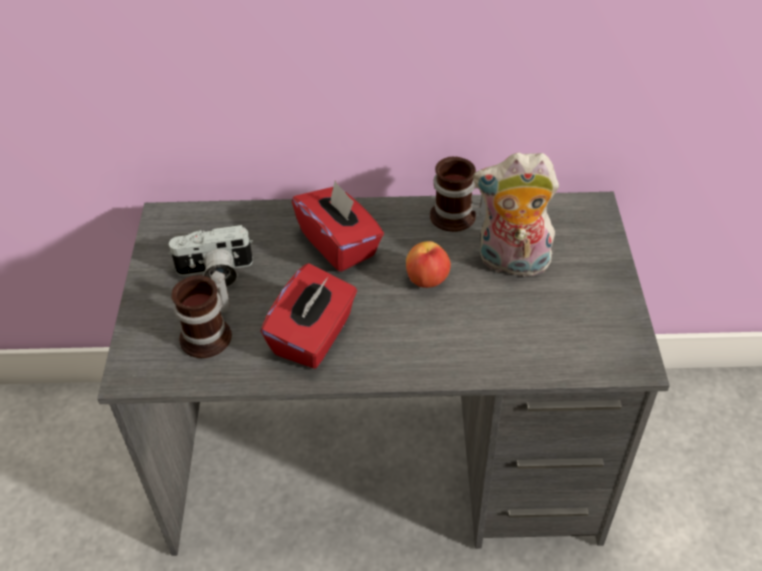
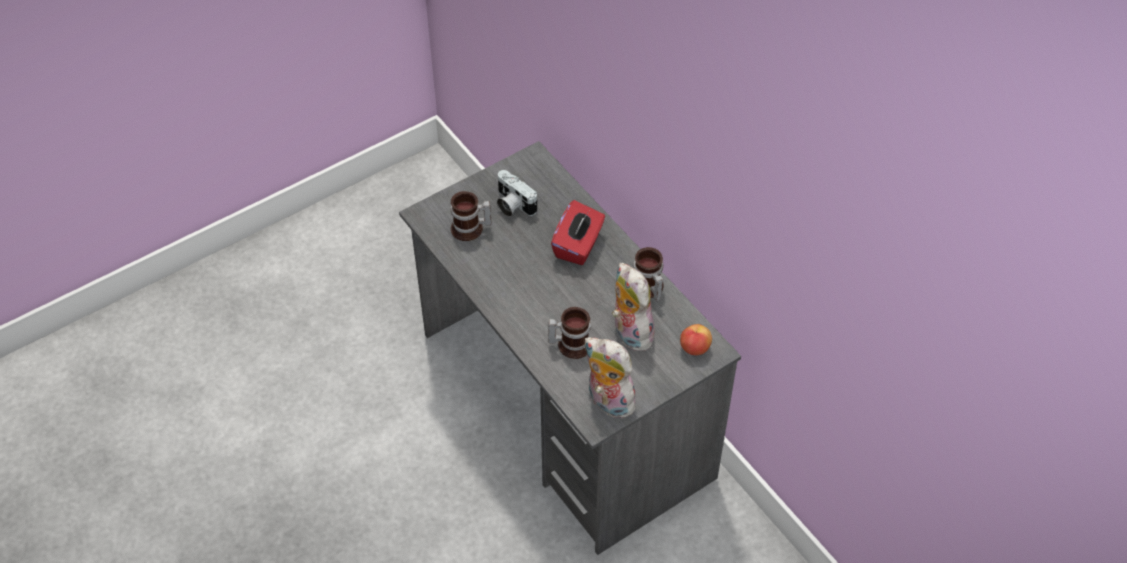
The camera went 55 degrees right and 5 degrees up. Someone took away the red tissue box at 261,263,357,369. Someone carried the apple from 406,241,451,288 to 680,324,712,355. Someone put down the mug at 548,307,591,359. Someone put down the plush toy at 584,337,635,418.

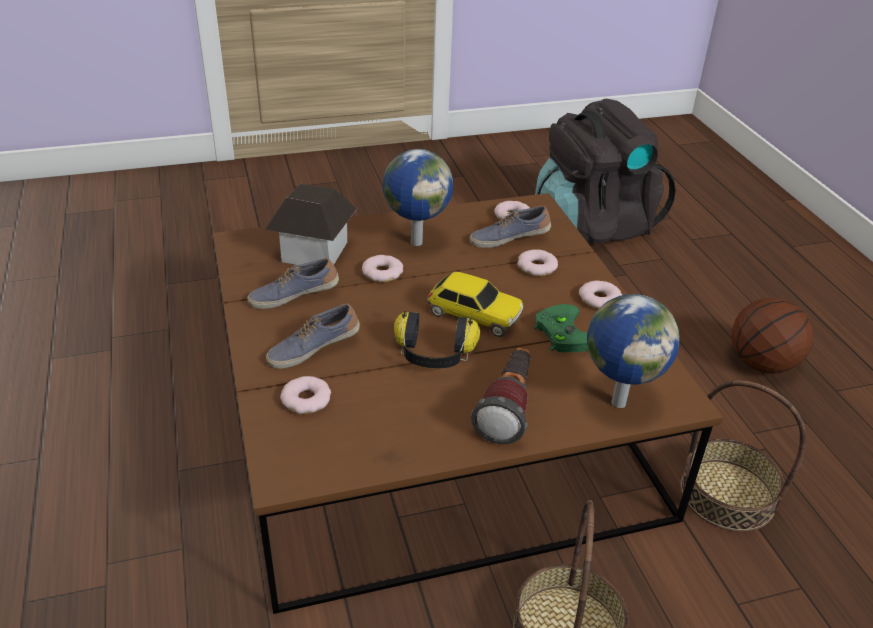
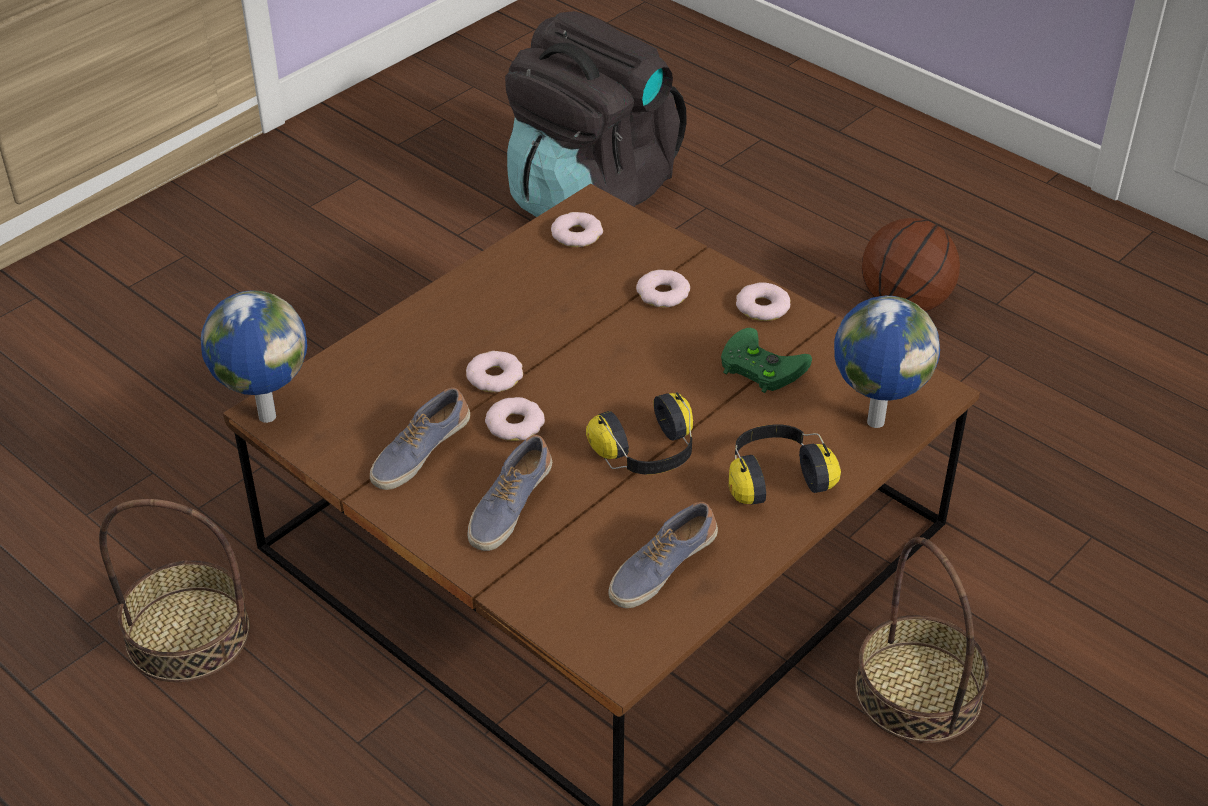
The camera went 30 degrees left and 5 degrees up. Someone took away the toy house at 265,184,357,265. Someone carried the donut from 280,376,331,414 to 485,397,545,441. Someone carried the globe from 383,149,453,246 to 201,290,307,423. Someone took away the toy car at 427,272,523,337. Someone carried the shoe from 469,206,551,248 to 608,502,718,608. Someone swapped the flashlight at 471,348,531,444 for the headphones at 729,424,841,505. Someone carried the basket from 680,380,806,532 to 99,499,250,682.

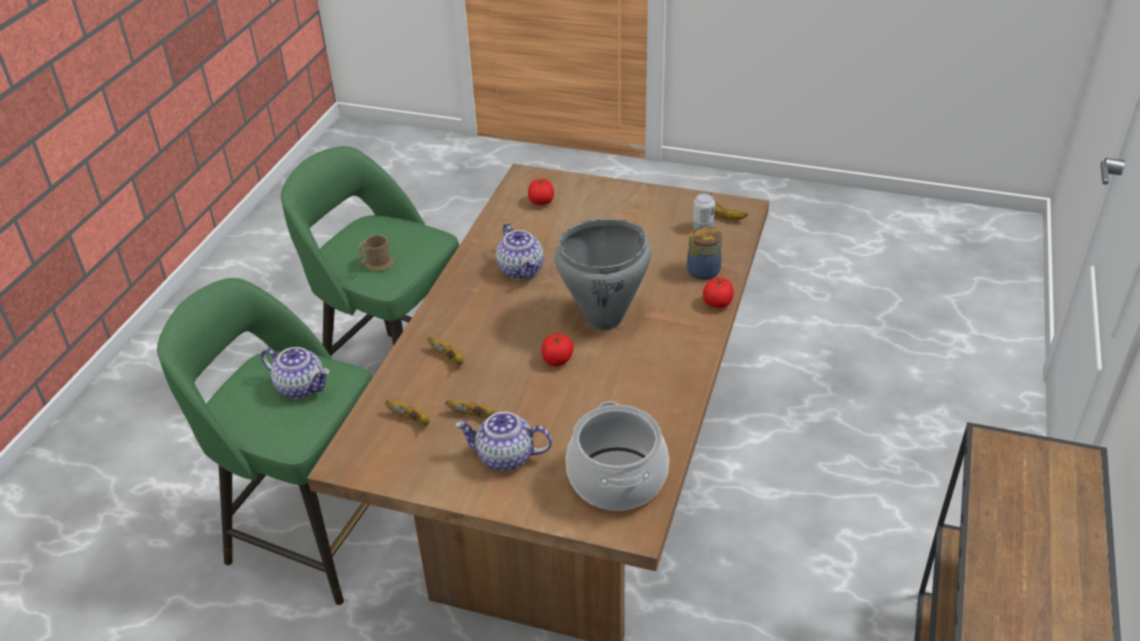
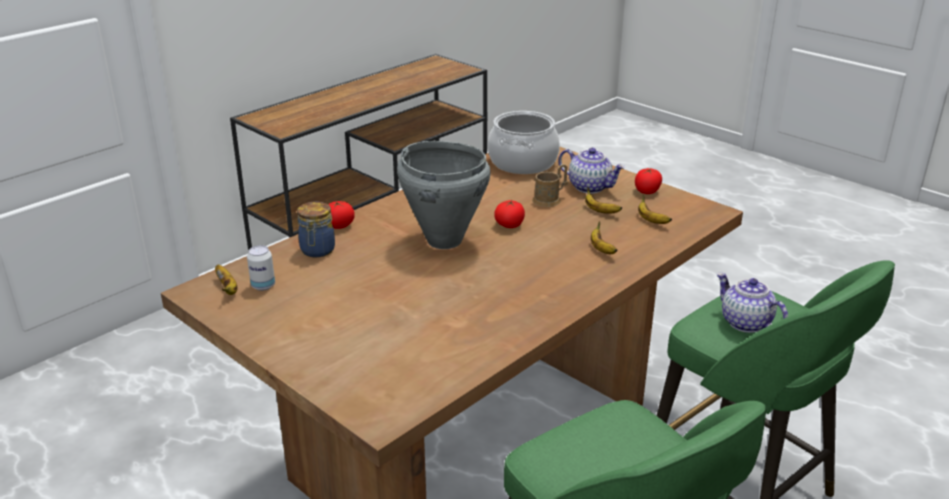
The camera went 155 degrees left and 10 degrees down. Someone carried the brown mug from 359,235,393,271 to 532,164,568,207. Someone took away the teapot at 496,223,544,279. Someone carried the tomato from 528,179,554,205 to 635,168,662,194.

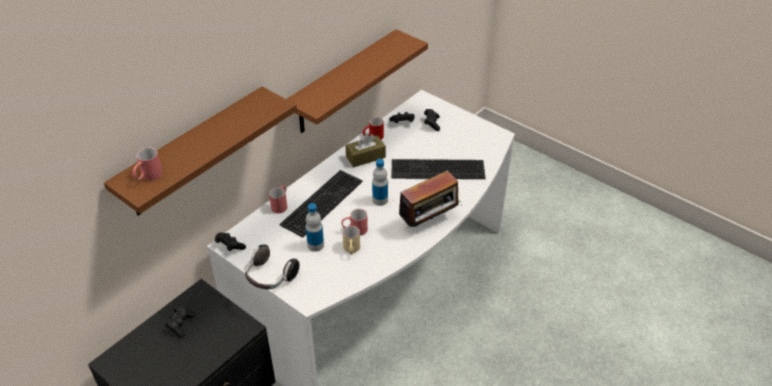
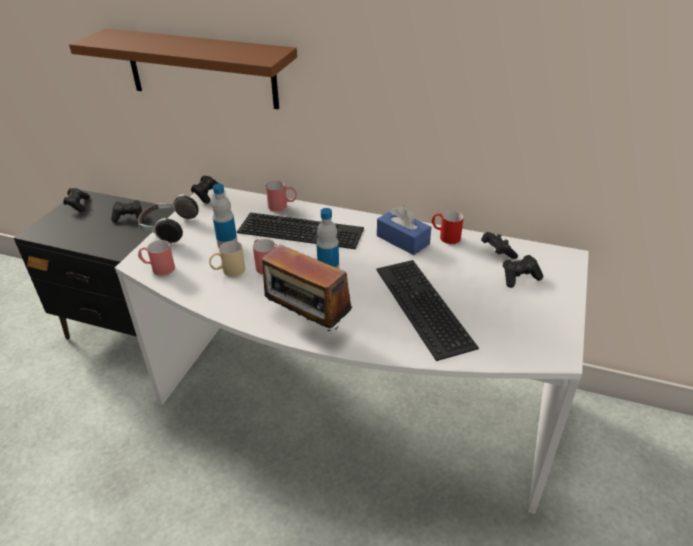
The camera went 70 degrees right and 5 degrees down. Someone carried the red mug from 132,147,163,180 to 138,240,175,276. Someone took away the brown shelf at 287,29,428,133. Someone repainted the brown tissue box at 346,134,386,167, which became the blue tissue box at 377,205,431,255. Someone put down the black game controller at 63,188,90,212.

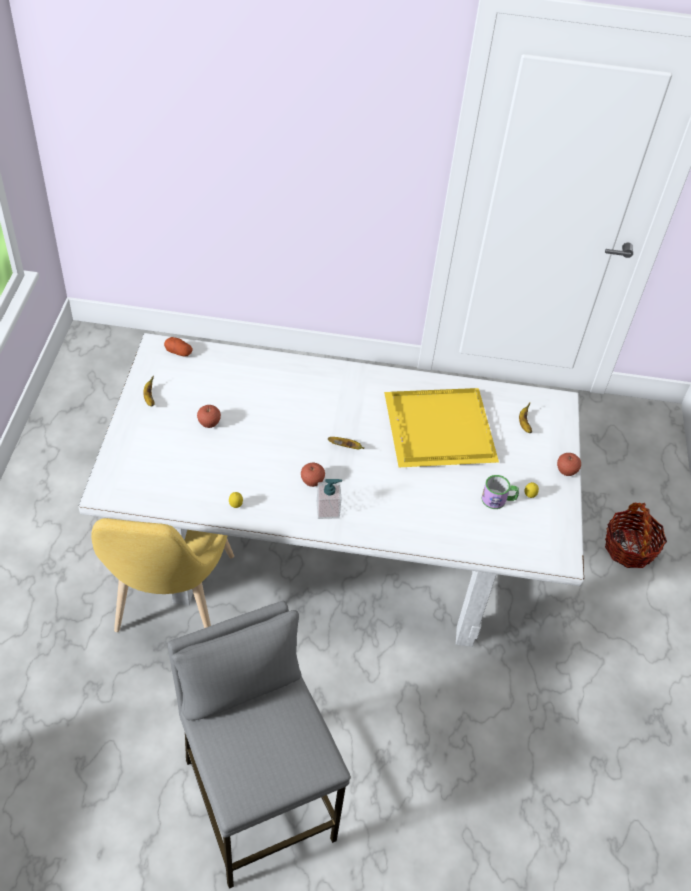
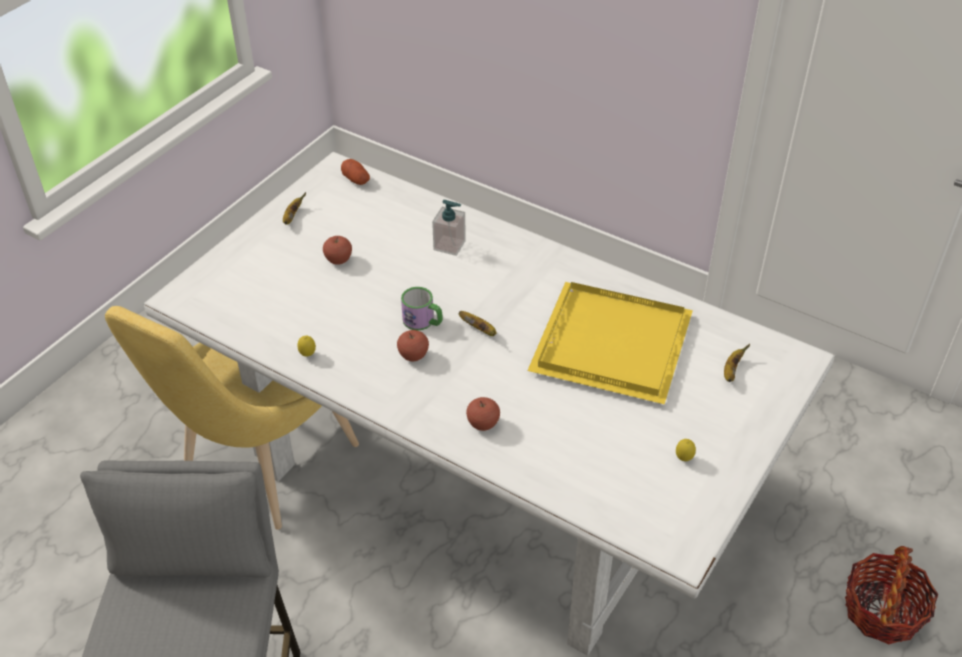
The camera went 30 degrees right and 5 degrees down. Someone carried the soap dispenser from 317,479,342,519 to 432,200,466,256. Someone carried the mug from 481,475,519,509 to 401,287,443,331. Someone carried the apple from 557,453,581,476 to 466,397,500,431.

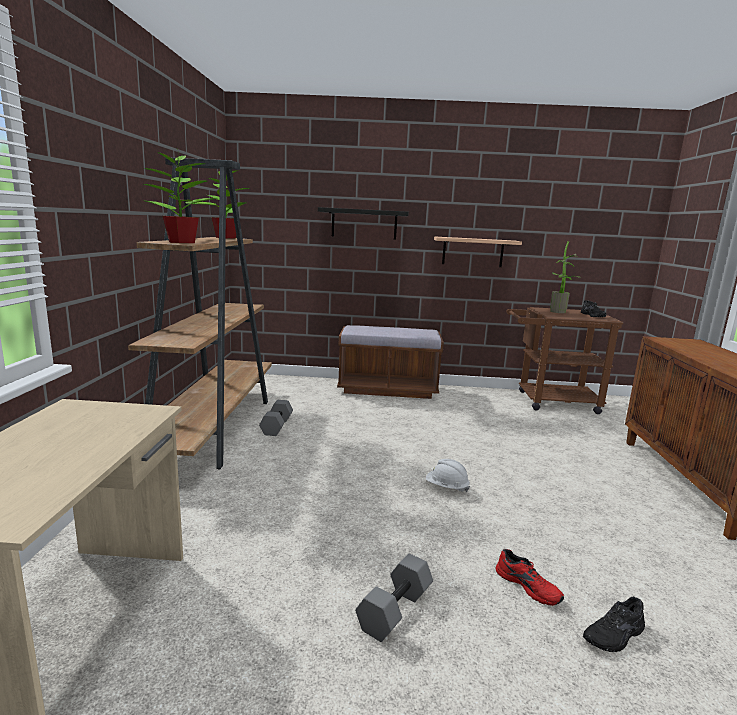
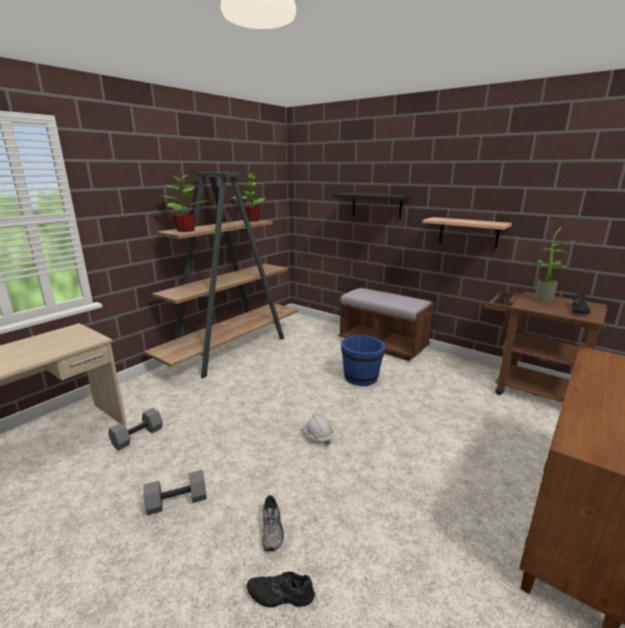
The camera went 35 degrees right and 5 degrees up. Someone carried the grey dumbbell from 259,400,293,436 to 108,408,163,451. Someone repainted the red shoe at 496,549,564,606, which became the grey shoe at 262,495,284,551. Someone put down the blue bucket at 341,335,385,386.

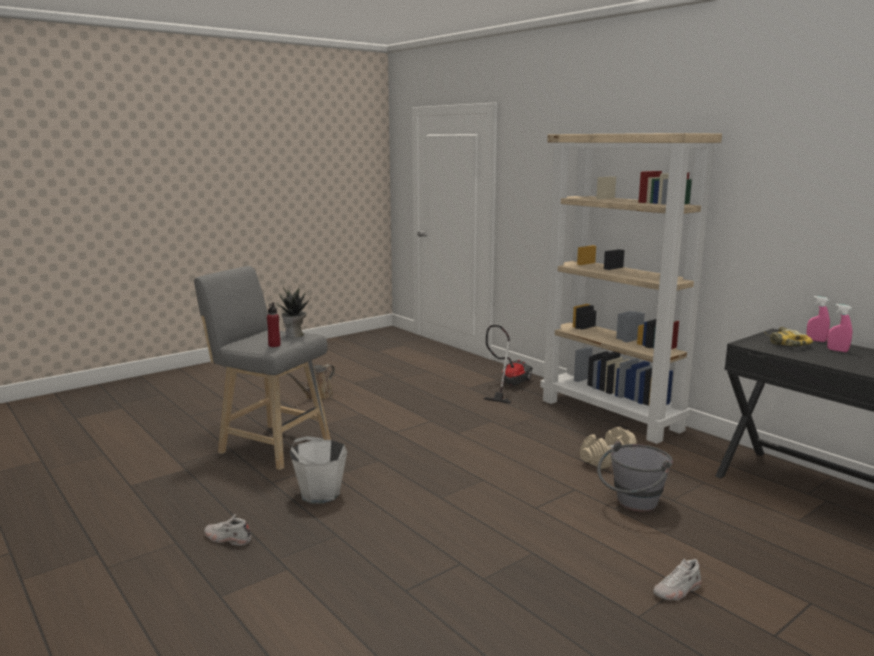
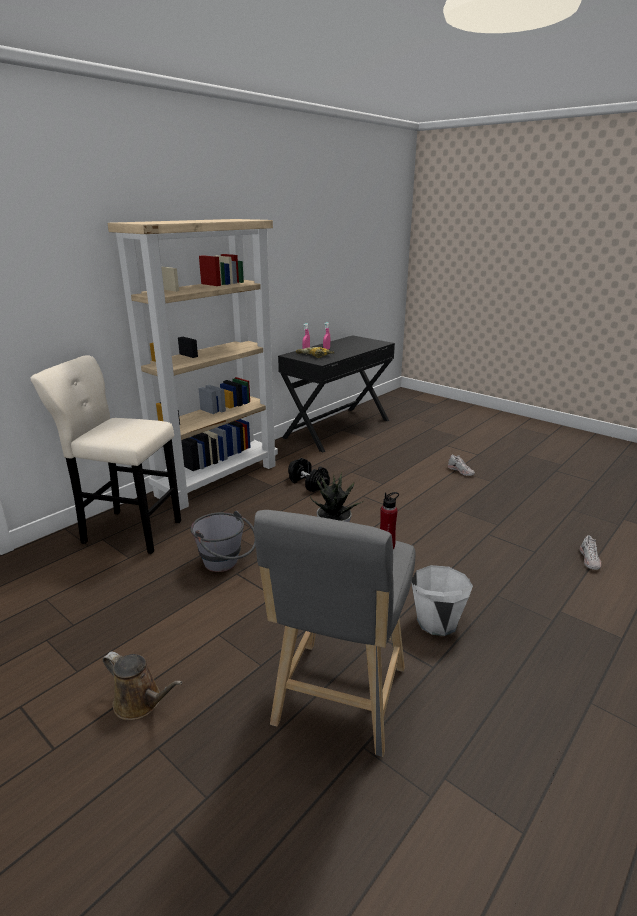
The camera went 100 degrees left and 10 degrees up. Someone carried the white shoe from 205,514,251,546 to 580,535,601,570. Someone swapped the vacuum cleaner at 484,325,533,403 for the beige stool at 30,355,181,554. Someone repainted the beige dumbbell at 580,427,637,469, which became the black dumbbell at 288,458,330,492. Someone carried the grey bucket from 597,441,673,512 to 191,511,256,572.

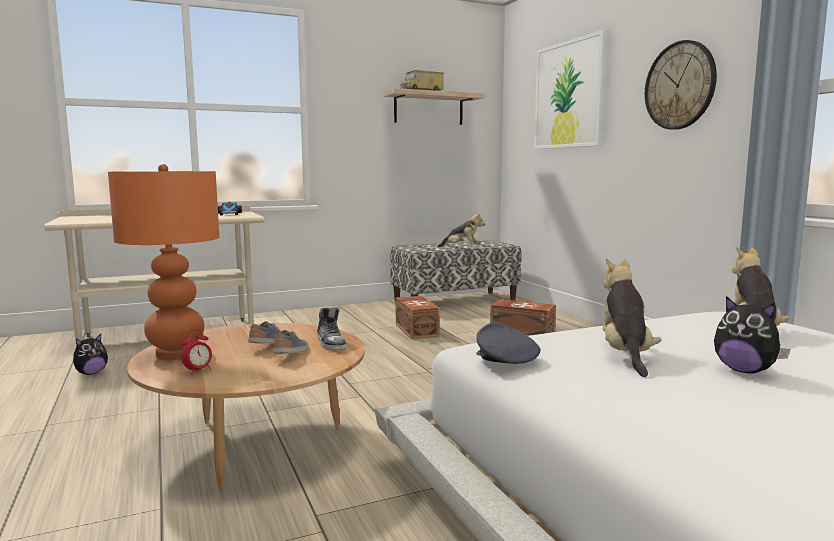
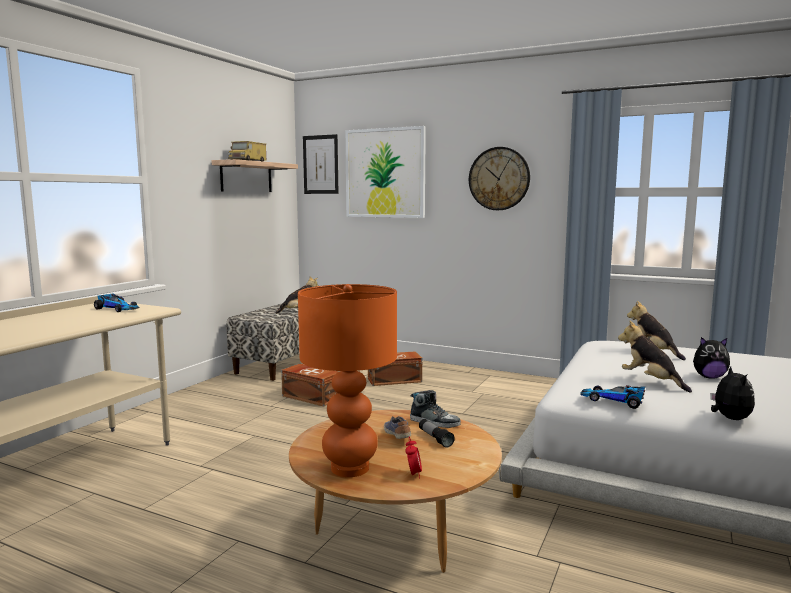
The camera went 40 degrees left and 0 degrees up. Someone carried the plush toy from 73,334,108,375 to 710,366,755,420. Someone swapped the shoe at 273,330,309,354 for the flashlight at 419,419,455,448. Someone swapped the grey cap at 476,322,541,364 for the toy car at 580,385,645,409. Someone put up the picture at 303,134,338,194.

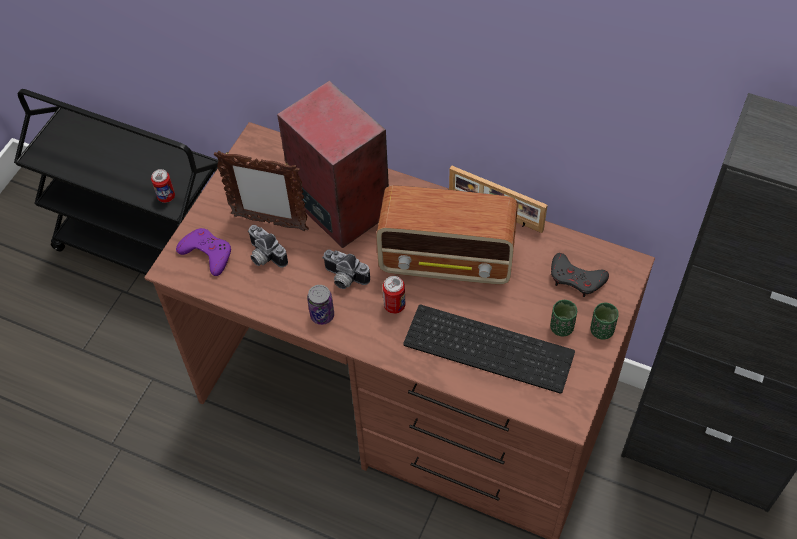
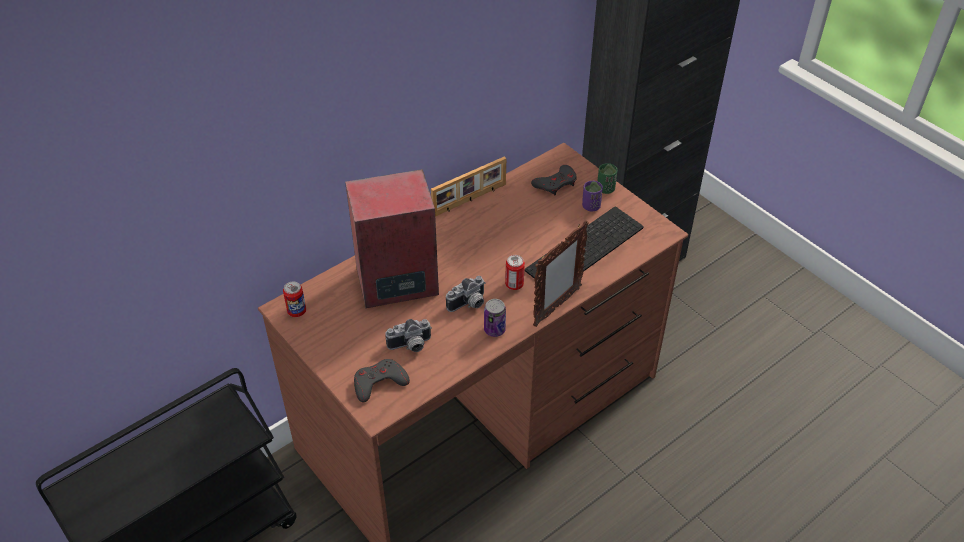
The camera went 65 degrees left and 10 degrees down. Someone carried the can from 151,169,175,203 to 283,281,306,317. Someone repainted the purple game controller at 176,228,231,276, which became the grey game controller at 354,359,410,402. Someone carried the picture frame from 214,151,309,231 to 533,220,589,327. Someone took away the radio at 376,185,518,285. Someone repainted the green cup at 550,300,577,336, which became the purple cup at 582,181,603,211.

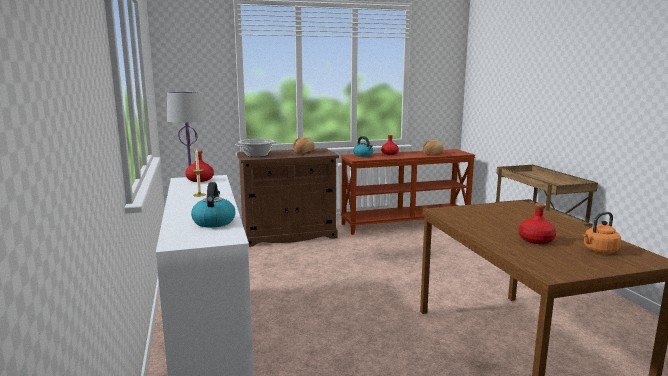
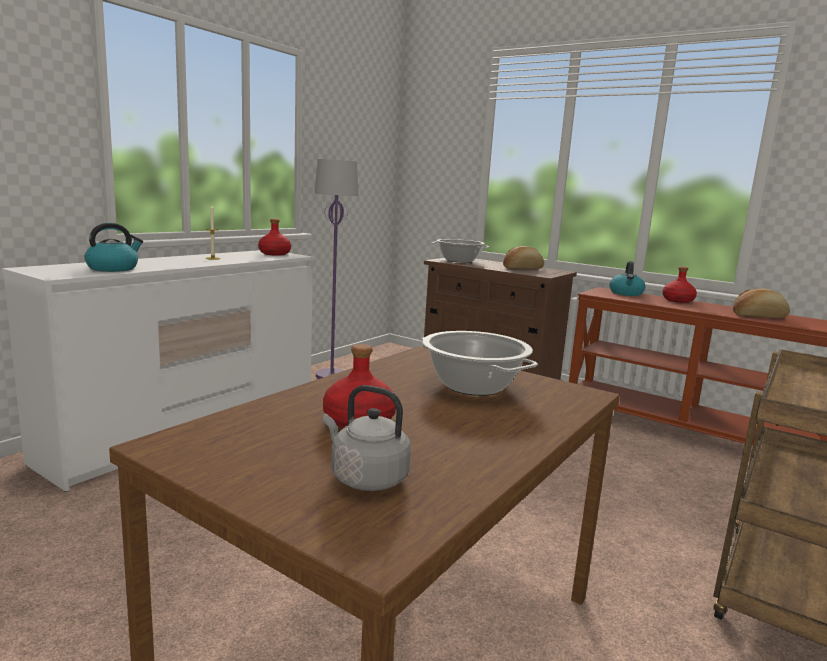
The camera went 50 degrees right and 0 degrees up. Someone repainted the orange kettle at 582,212,621,253, which became the grey kettle at 323,385,411,491. Someone put down the cooking pot at 422,331,538,396.

